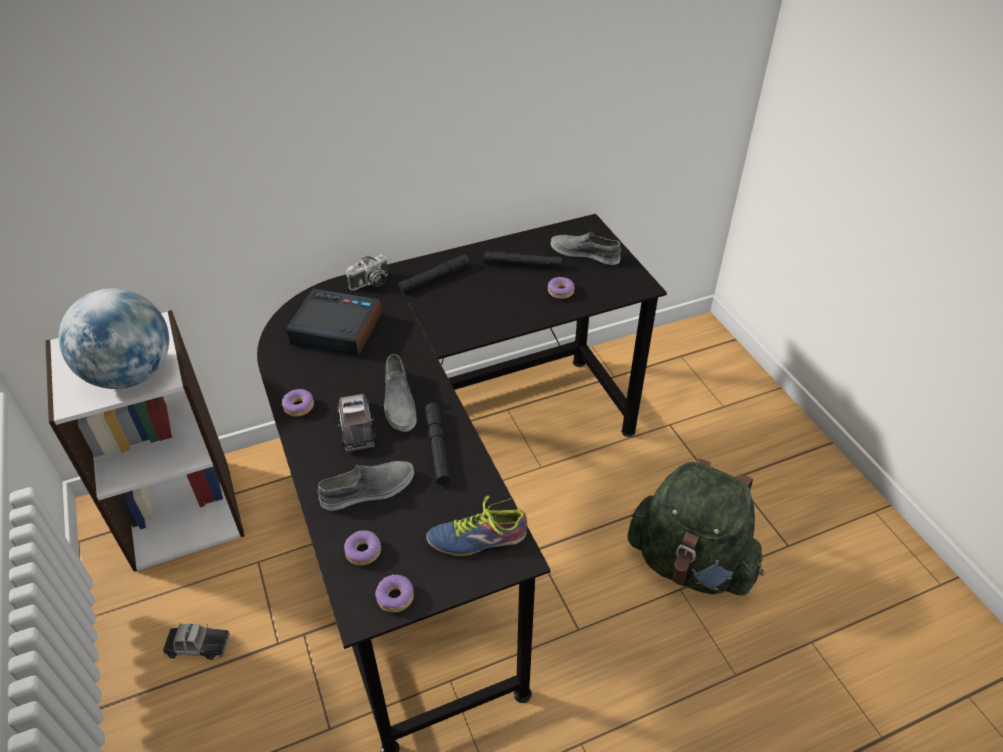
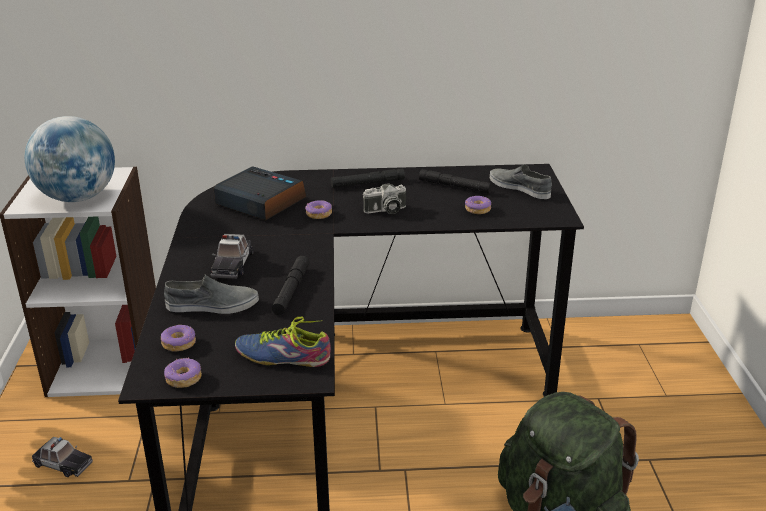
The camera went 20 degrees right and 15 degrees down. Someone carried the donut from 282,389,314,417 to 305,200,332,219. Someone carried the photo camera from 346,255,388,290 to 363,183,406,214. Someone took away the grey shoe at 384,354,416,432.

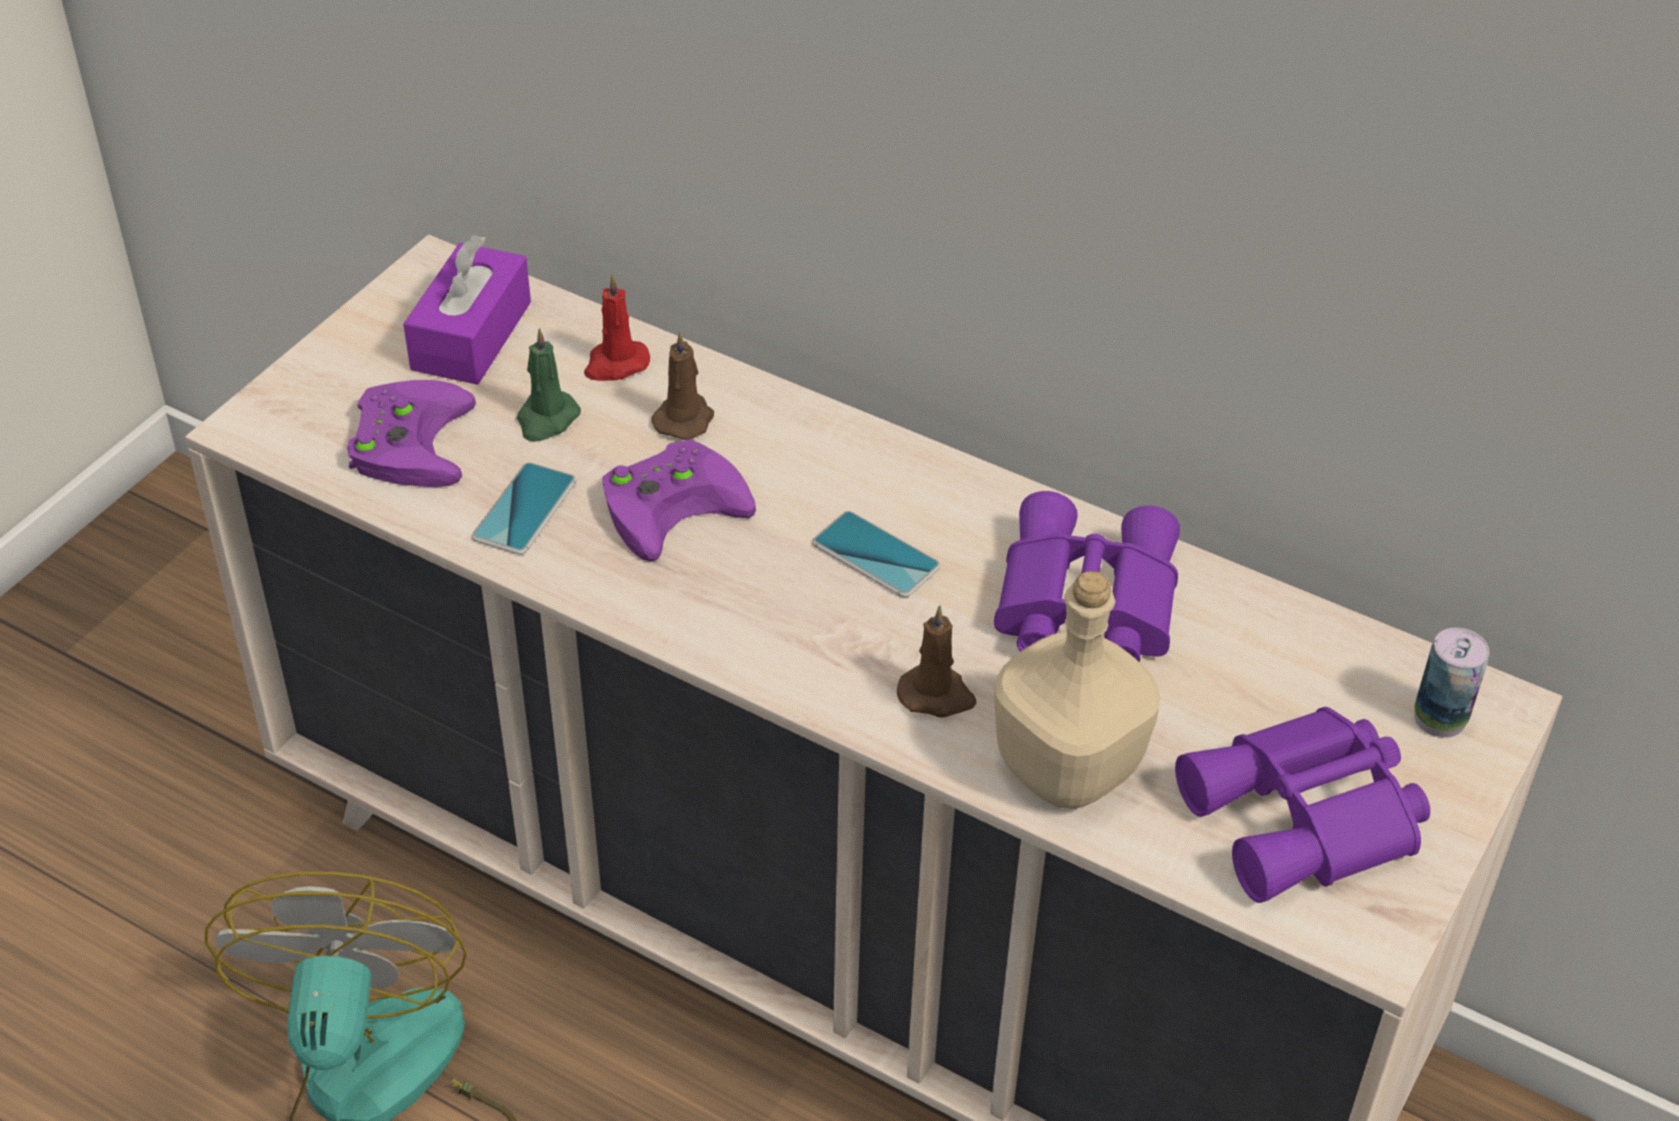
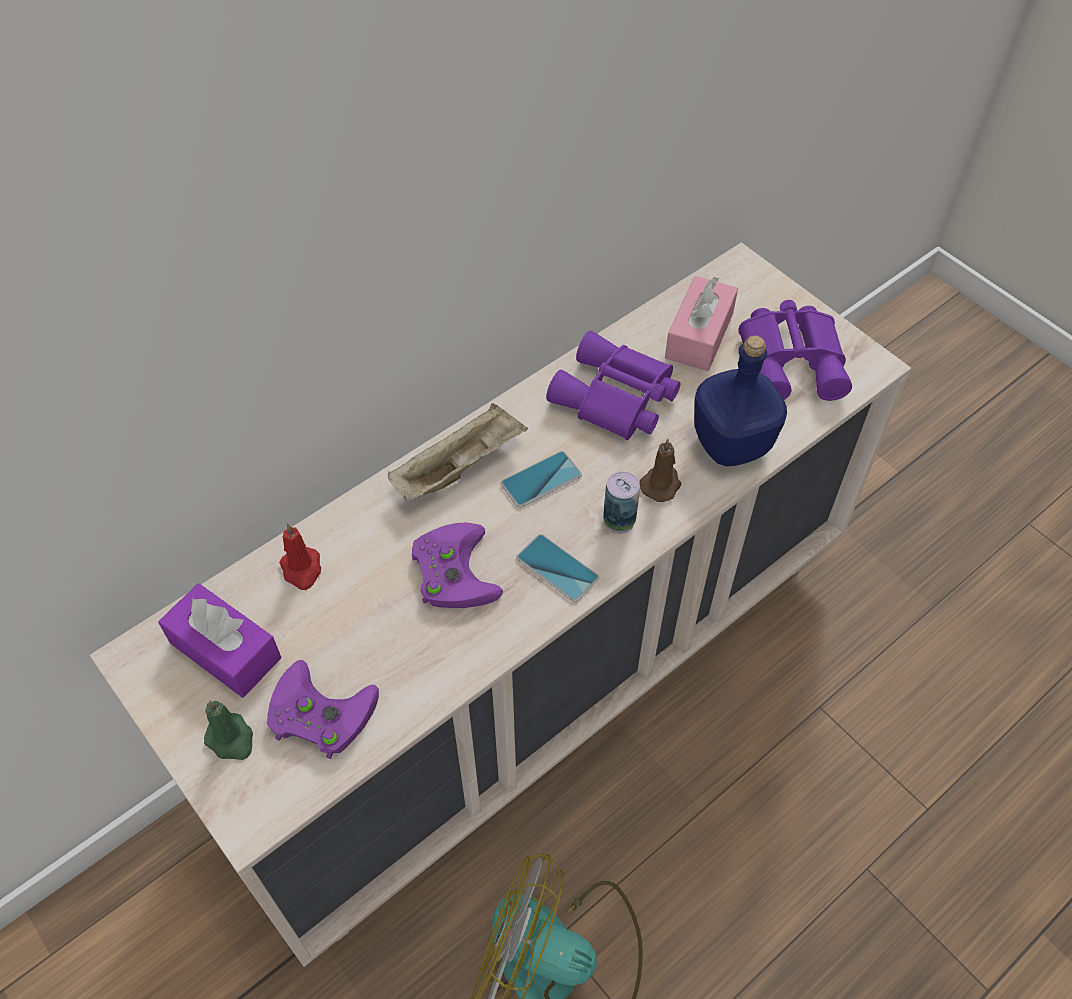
The camera went 70 degrees left and 10 degrees up. Someone carried the phone from 472,462,577,555 to 516,534,600,602. Someone carried the green candle from 517,328,581,442 to 204,700,253,760. Someone took away the brown candle at 652,331,714,440. Someone repainted the beige bottle at 994,571,1160,809, which became the blue bottle at 694,335,787,466. Someone carried the can from 1414,628,1489,738 to 603,472,640,534. Someone put down the beige tray at 388,403,528,502. Someone put down the pink tissue box at 665,276,738,371.

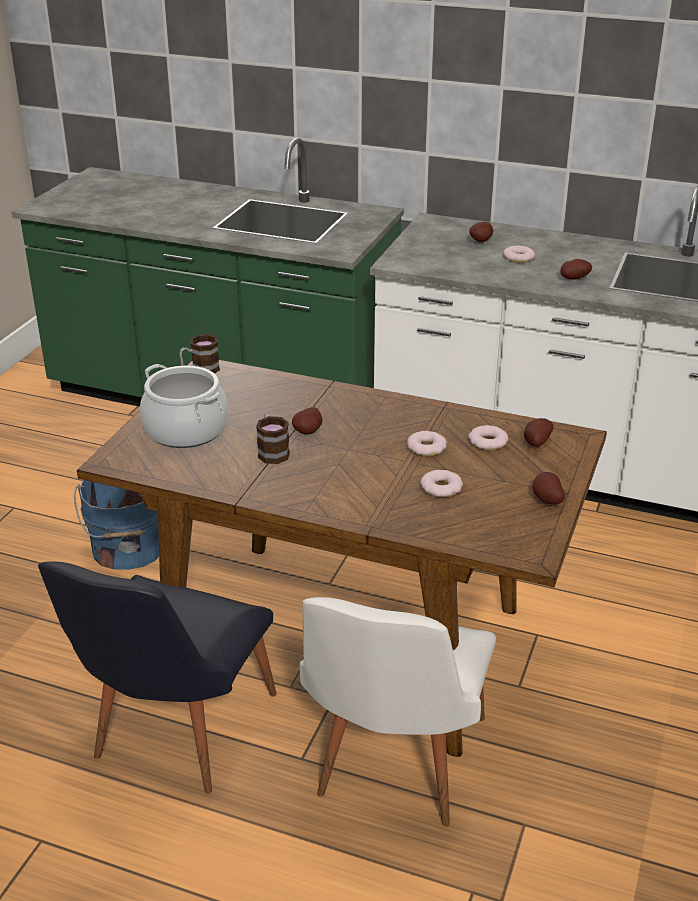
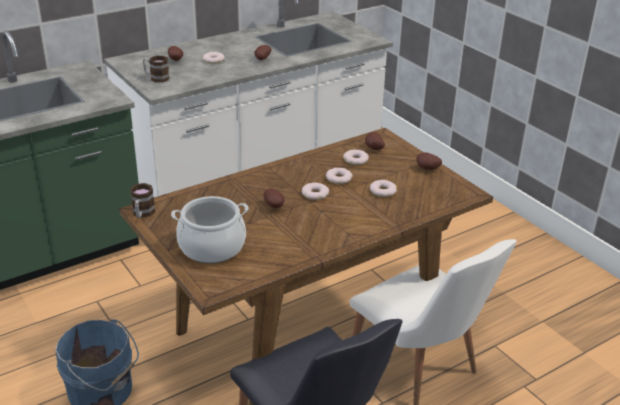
The camera went 55 degrees left and 0 degrees up. Someone carried the mug from 256,413,290,464 to 143,56,170,82. Someone put down the donut at 302,183,329,200.

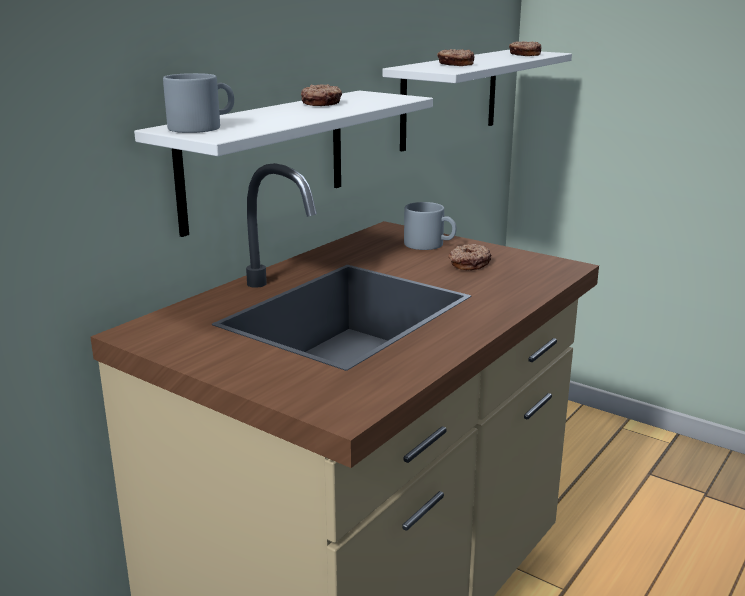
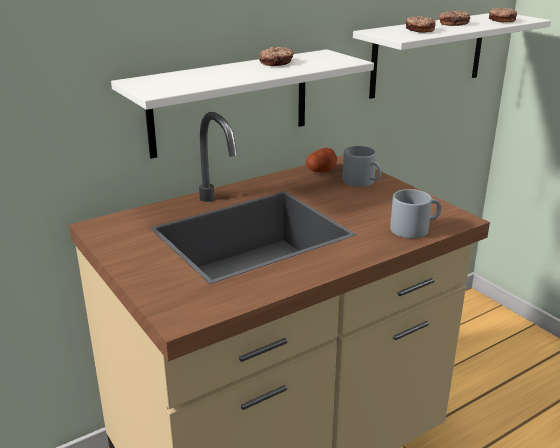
The camera went 20 degrees right and 5 degrees up. Someone carried the grey mug from 163,73,234,133 to 390,189,441,238. Someone carried the donut from 448,244,492,271 to 438,11,470,26. Someone put down the potato at 305,148,337,173.

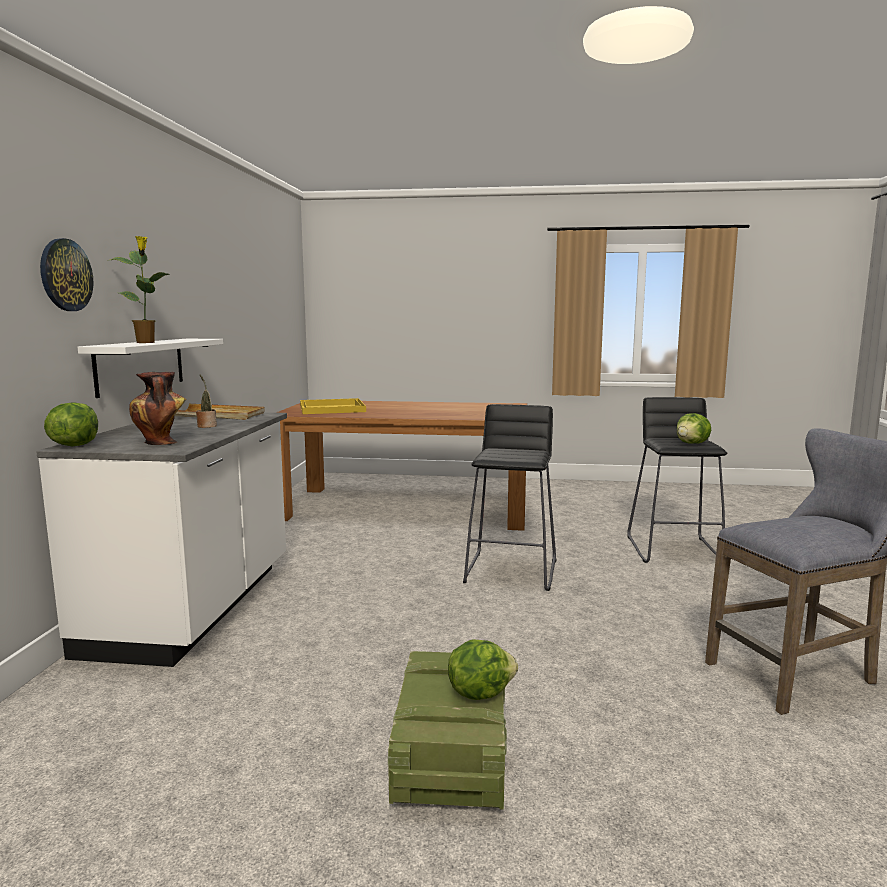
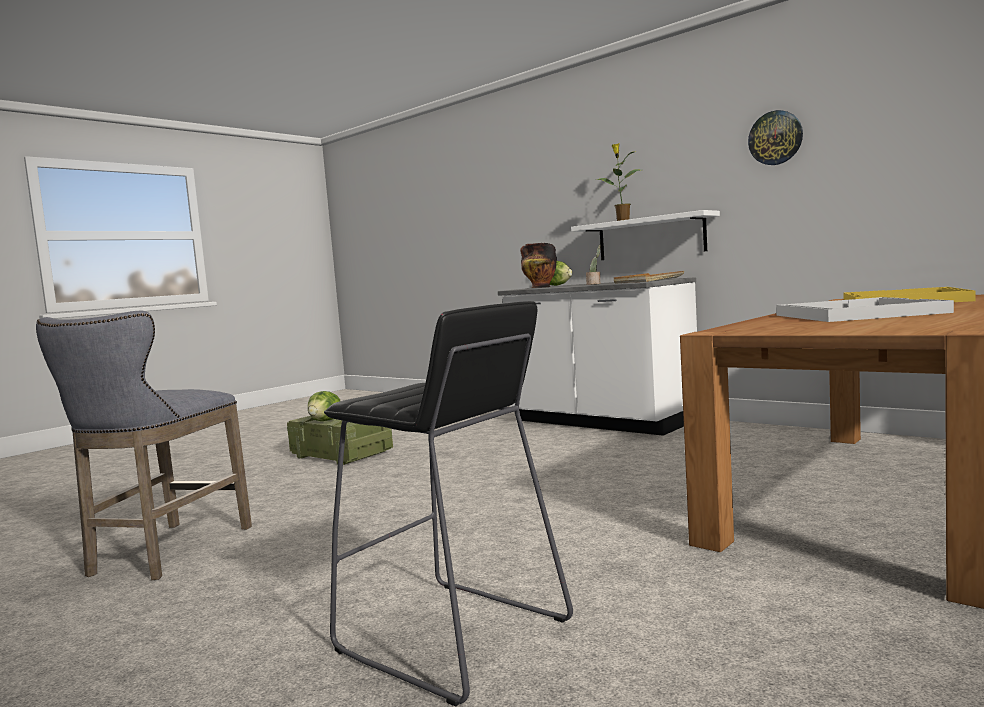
The camera went 125 degrees right and 5 degrees down. Someone carried the wall clock from 40,238,93,311 to 748,110,803,165. Someone took away the black stool at 463,404,557,591. Someone took away the lettuce at 677,413,711,444. Someone put down the white tray at 776,297,954,322.

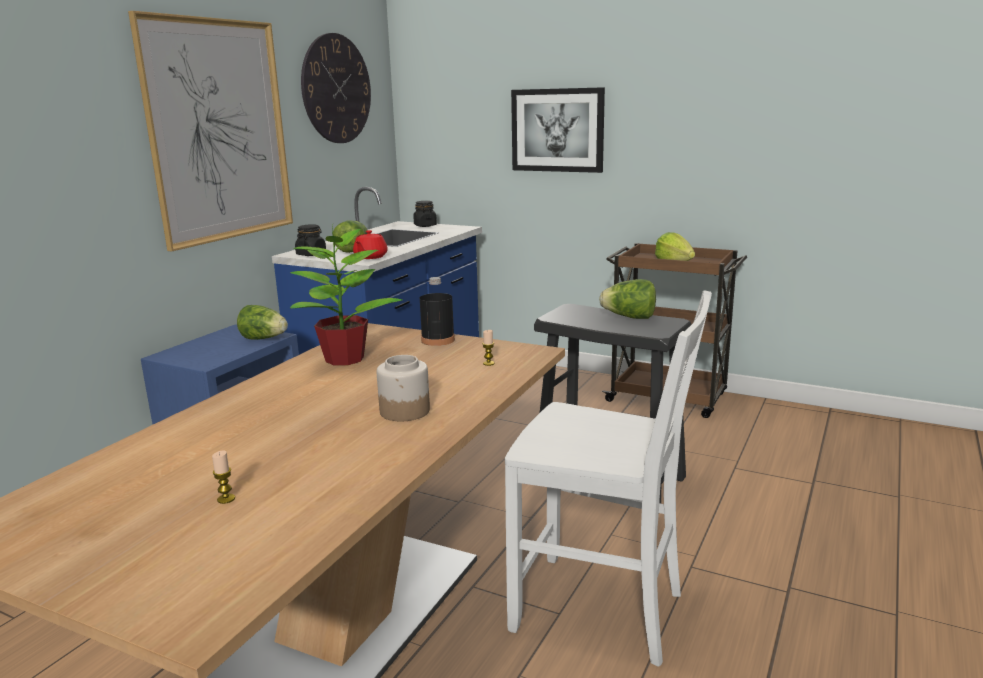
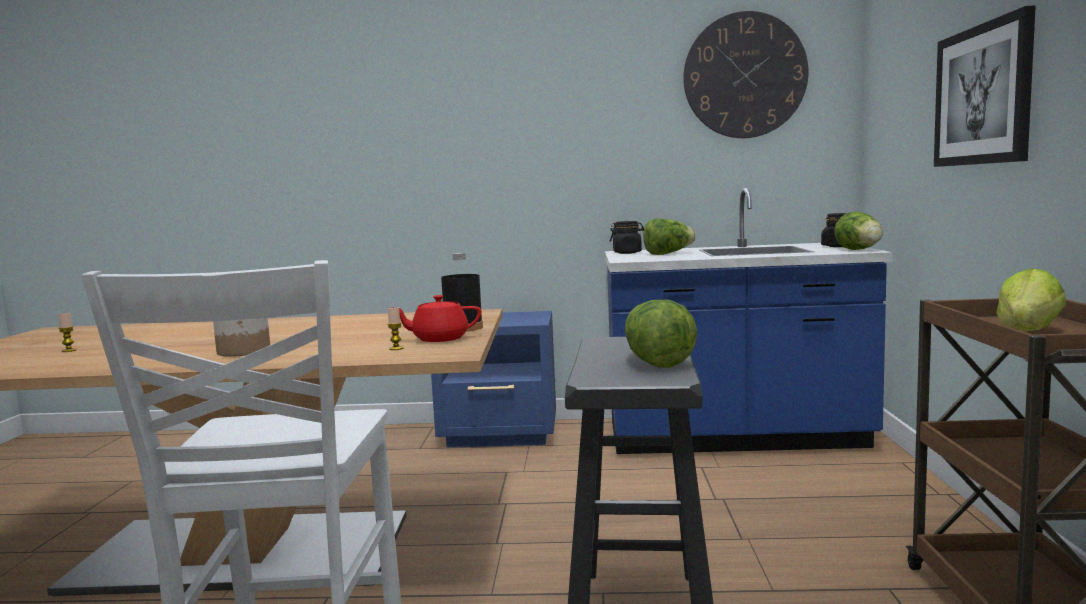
The camera went 65 degrees right and 10 degrees down. Someone took away the picture at 128,11,293,251. Someone carried the lettuce from 237,305,288,340 to 834,212,883,250. Someone took away the potted plant at 290,225,402,366. Someone carried the red teapot from 353,230,388,259 to 392,295,482,342.

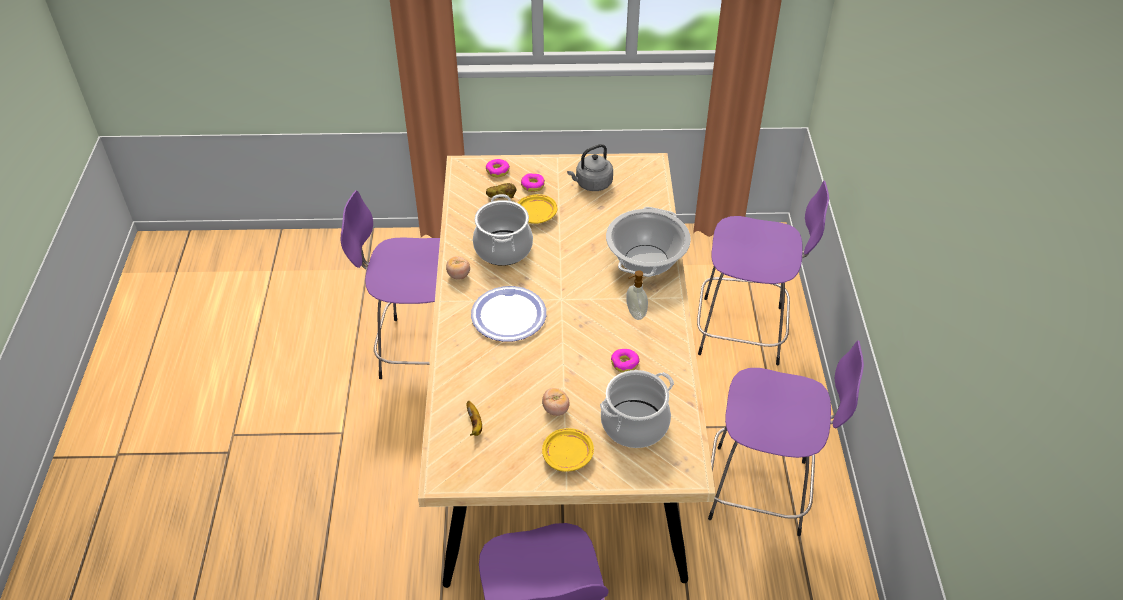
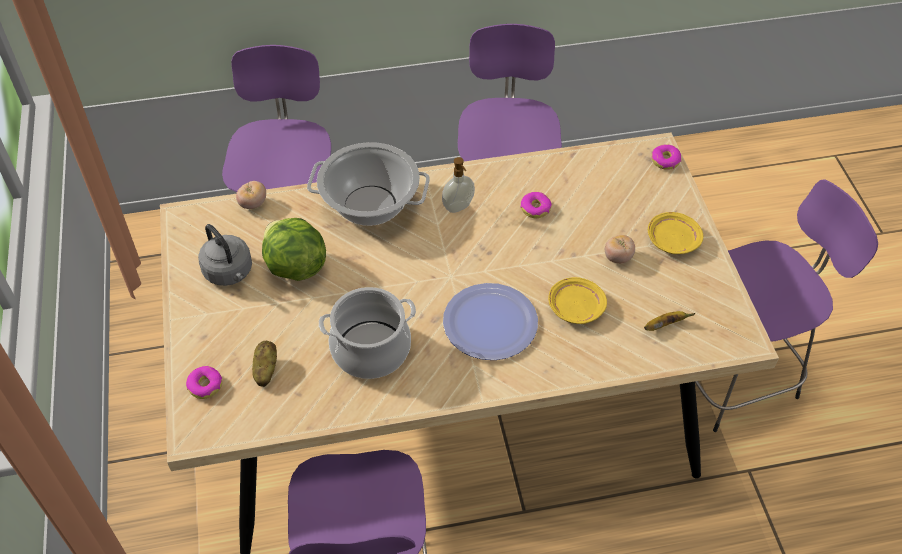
The camera went 100 degrees left and 5 degrees up. Someone carried the tomato from 446,256,470,280 to 236,181,266,209. Someone carried the yellow plate from 518,194,557,224 to 548,277,607,324. Someone carried the donut from 521,173,545,192 to 652,144,681,170. Someone took away the cooking pot at 600,370,674,448. Someone put down the lettuce at 262,218,326,281.

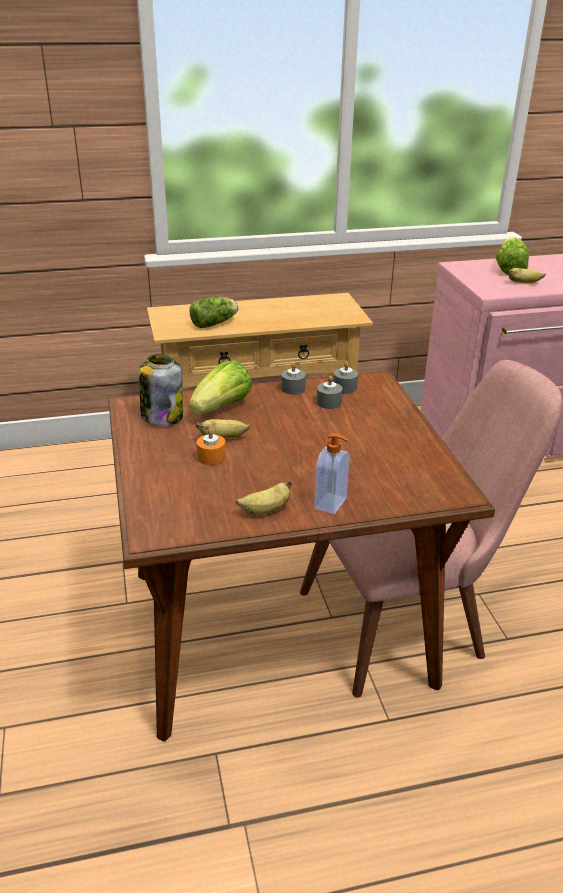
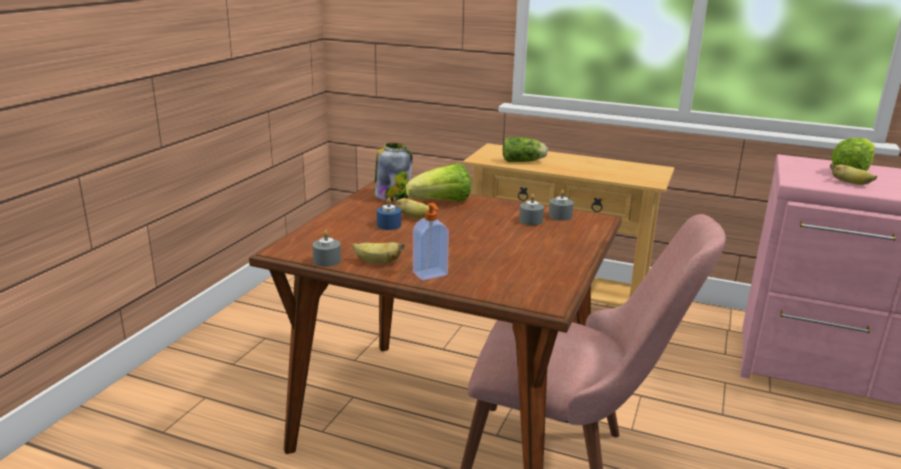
The camera went 35 degrees right and 10 degrees down. Someone repainted the orange candle at 197,428,226,465, which became the blue candle at 377,198,401,230. Someone carried the grey candle from 281,362,306,395 to 312,230,341,267.

